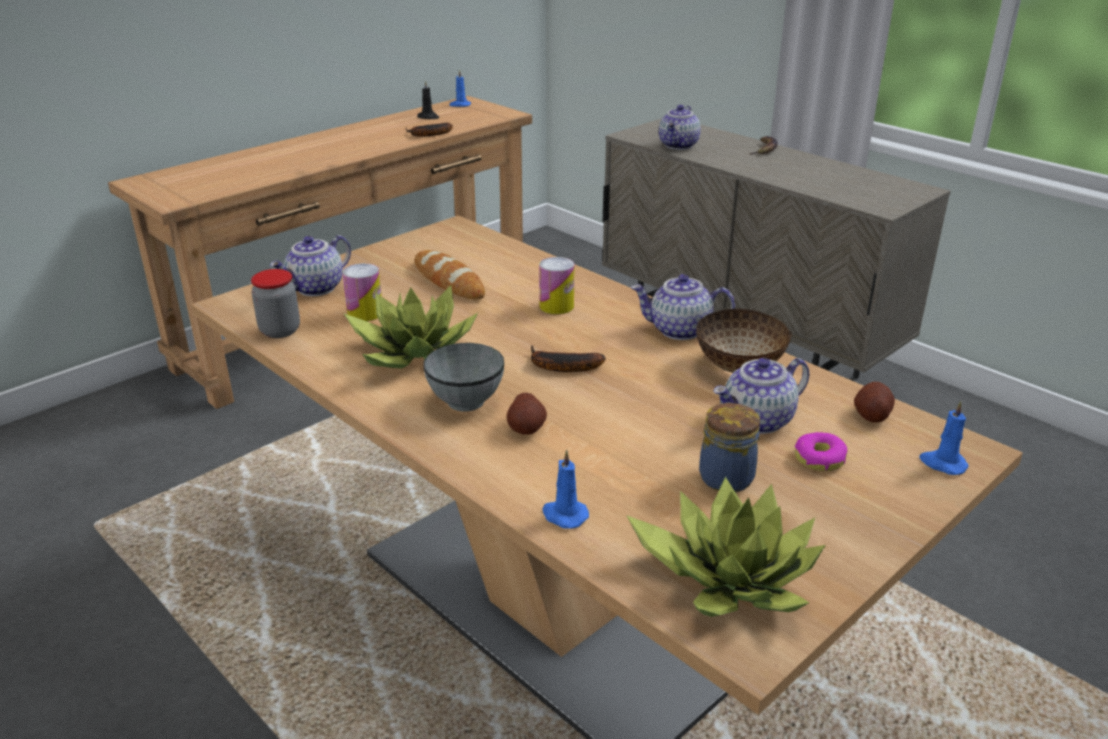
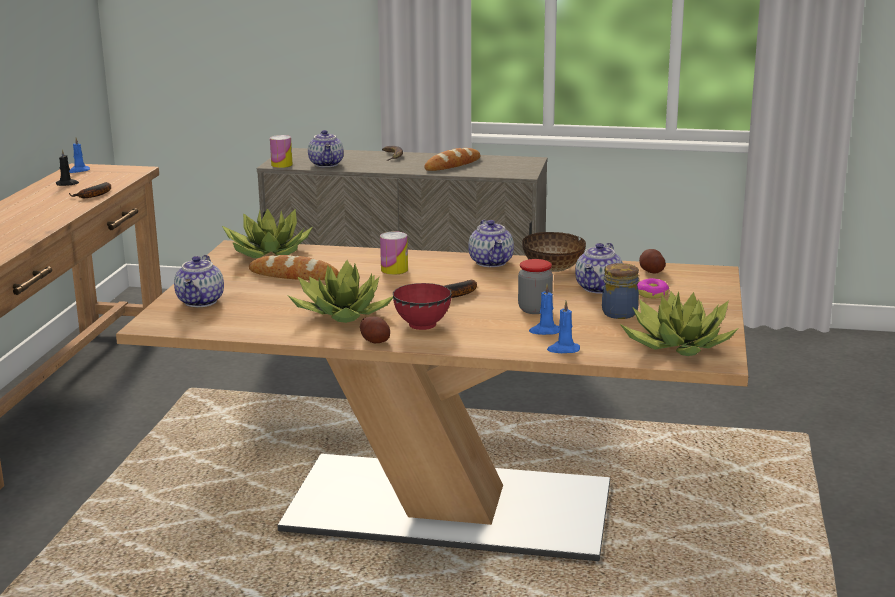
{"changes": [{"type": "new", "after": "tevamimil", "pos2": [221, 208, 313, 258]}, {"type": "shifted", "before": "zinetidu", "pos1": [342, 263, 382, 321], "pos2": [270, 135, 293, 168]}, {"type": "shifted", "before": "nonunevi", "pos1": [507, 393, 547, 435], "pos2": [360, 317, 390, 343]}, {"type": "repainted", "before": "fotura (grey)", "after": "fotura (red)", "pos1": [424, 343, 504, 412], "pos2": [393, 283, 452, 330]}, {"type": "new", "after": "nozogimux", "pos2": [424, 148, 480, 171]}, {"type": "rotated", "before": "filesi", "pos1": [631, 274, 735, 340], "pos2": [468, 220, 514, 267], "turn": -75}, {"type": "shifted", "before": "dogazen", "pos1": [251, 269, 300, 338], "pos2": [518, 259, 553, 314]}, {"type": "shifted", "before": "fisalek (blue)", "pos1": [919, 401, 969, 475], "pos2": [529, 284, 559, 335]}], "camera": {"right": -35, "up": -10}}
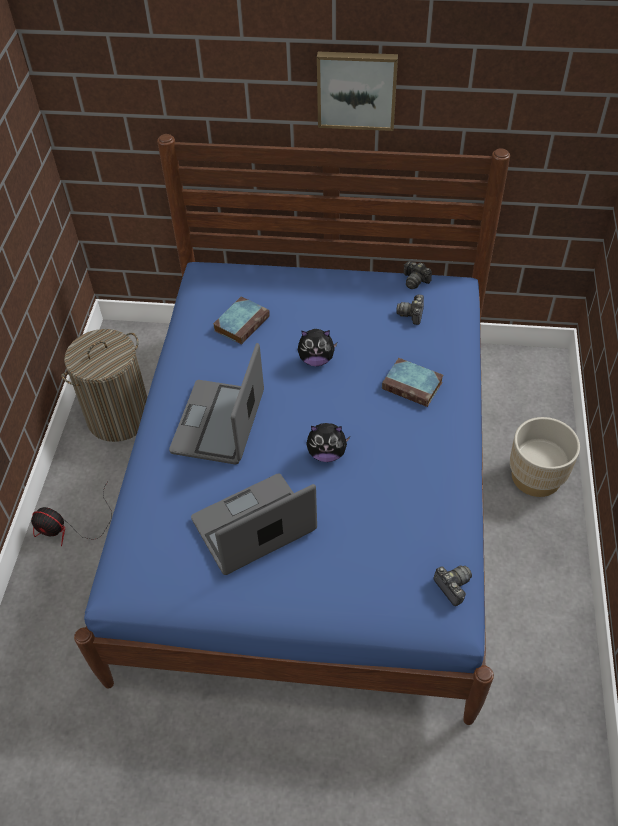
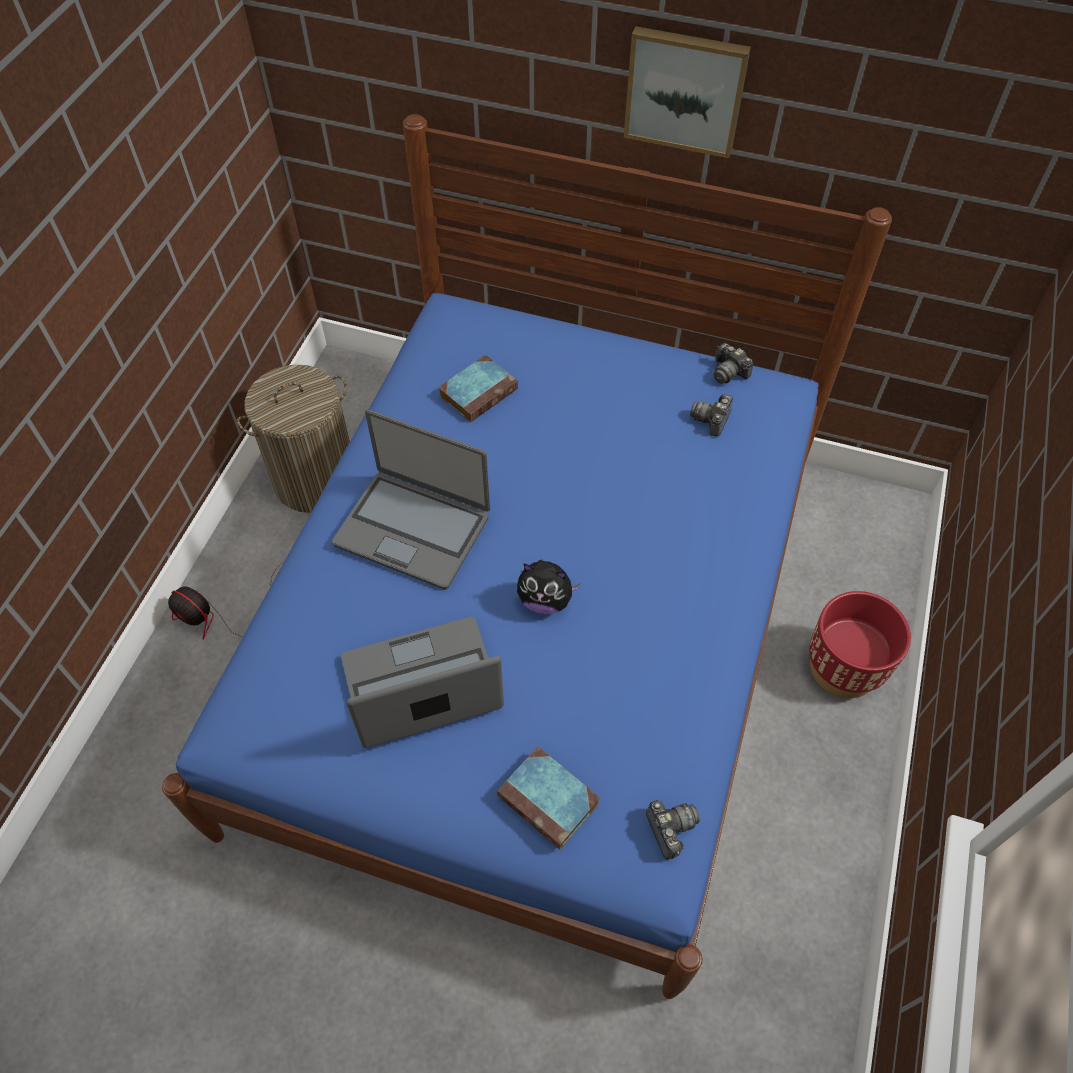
{"changes": [{"type": "rotated", "before": "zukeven", "pos1": [169, 343, 264, 465], "pos2": [332, 410, 490, 590], "turn": -90}, {"type": "shifted", "before": "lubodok", "pos1": [382, 358, 444, 407], "pos2": [497, 747, 600, 849]}, {"type": "repainted", "before": "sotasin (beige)", "after": "sotasin (red)", "pos1": [510, 417, 580, 497], "pos2": [809, 591, 911, 698]}, {"type": "gone", "before": "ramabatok", "pos1": [298, 329, 337, 366]}], "camera": {"right": 10, "up": 5}}
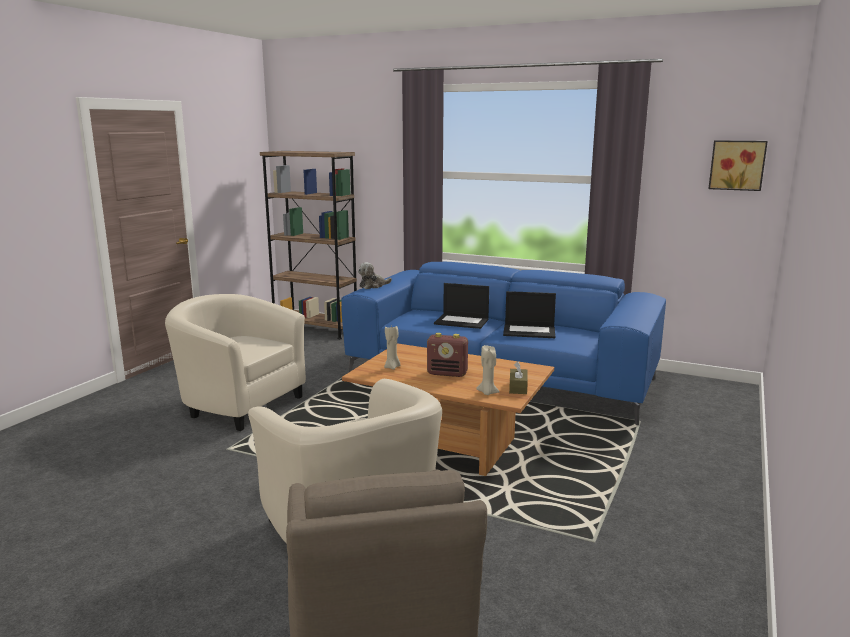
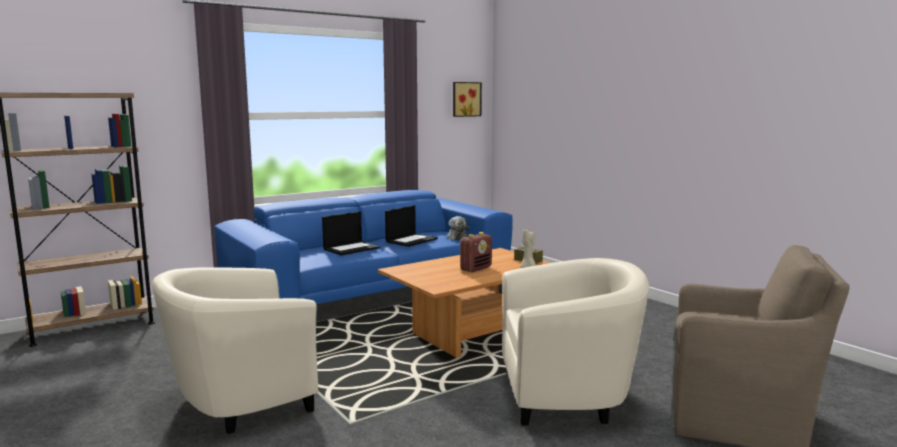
{"changes": [{"type": "shifted", "before": "ramabatok", "pos1": [358, 262, 392, 289], "pos2": [447, 216, 469, 240]}, {"type": "gone", "before": "fisalek (beige)", "pos1": [384, 325, 400, 370]}], "camera": {"right": -60, "up": -5}}
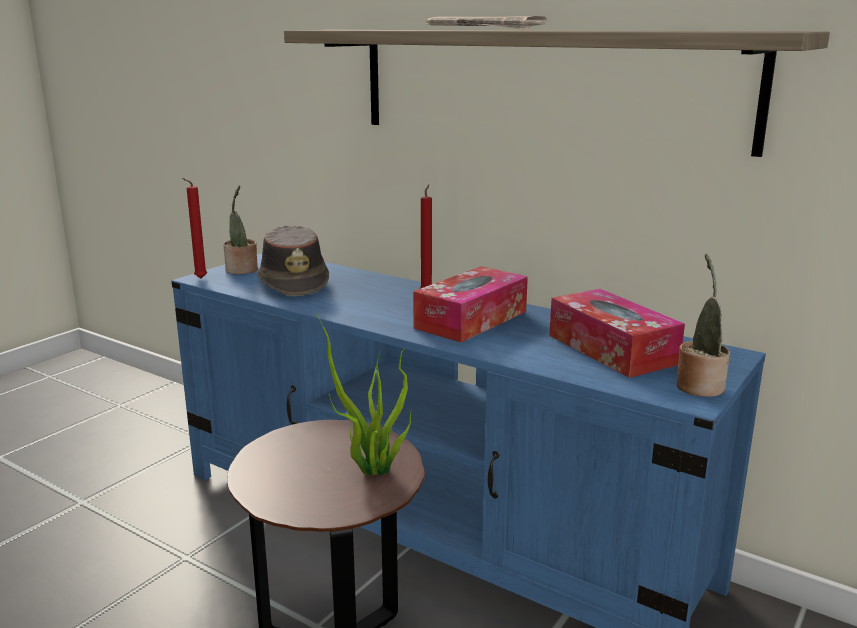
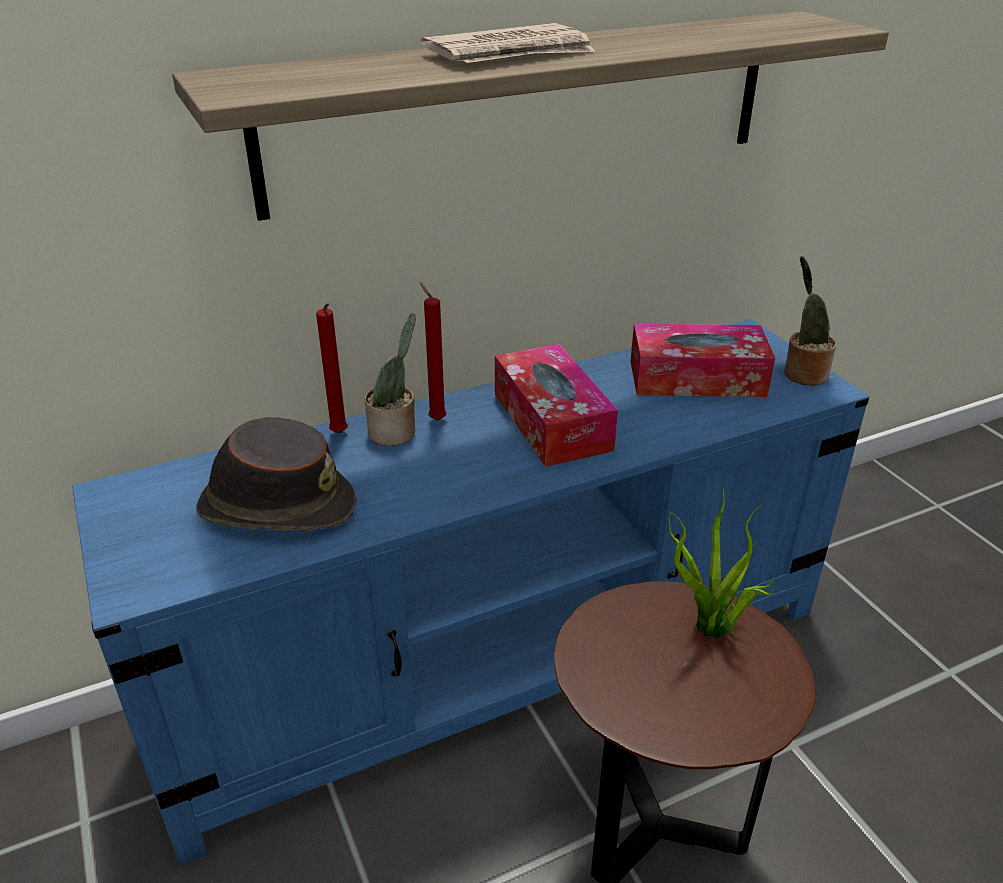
{"changes": [{"type": "shifted", "before": "fisalek (red)", "pos1": [182, 178, 207, 279], "pos2": [316, 303, 348, 433]}, {"type": "shifted", "before": "tevamimil", "pos1": [223, 185, 258, 274], "pos2": [365, 314, 416, 446]}], "camera": {"right": -60, "up": 15}}
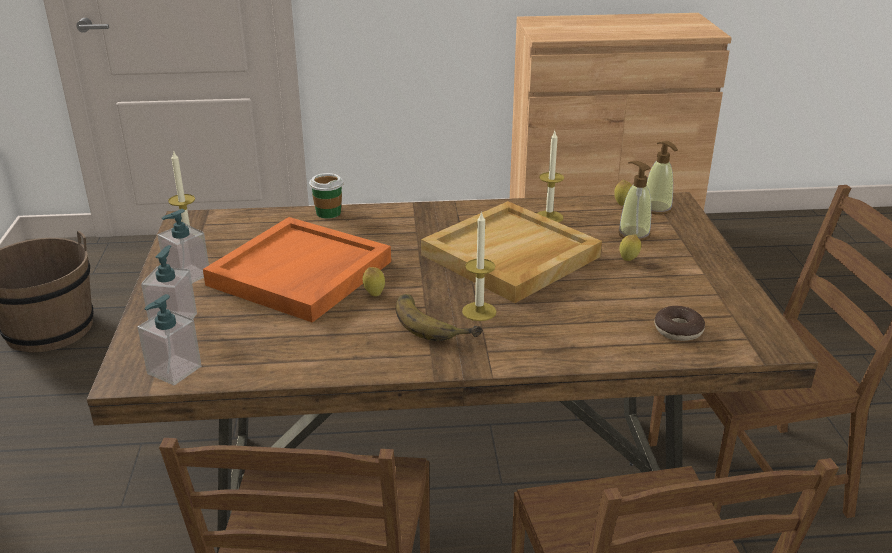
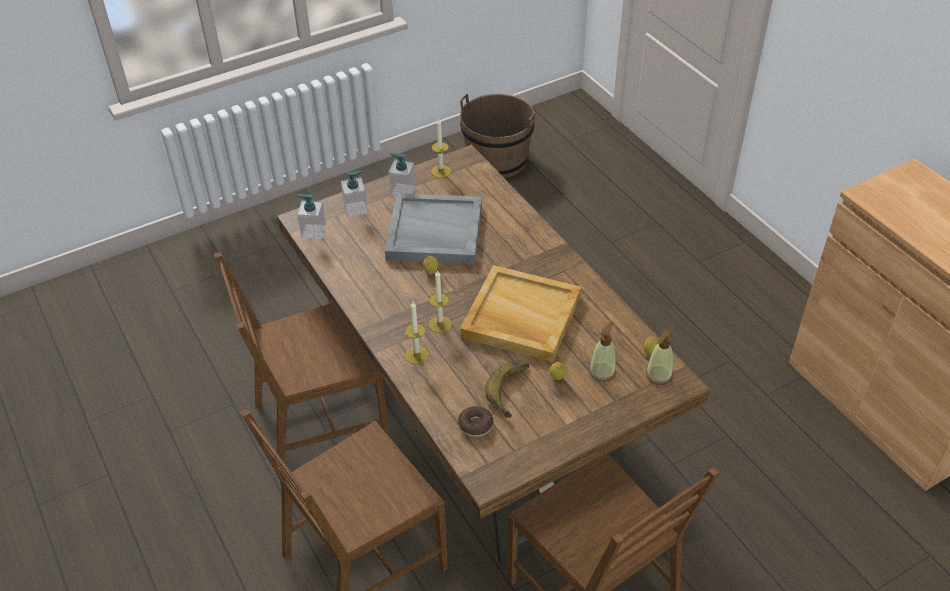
{"changes": [{"type": "repainted", "before": "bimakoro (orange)", "after": "bimakoro (grey)", "pos1": [203, 217, 391, 323], "pos2": [385, 193, 482, 264]}, {"type": "shifted", "before": "fisalek", "pos1": [537, 131, 564, 223], "pos2": [405, 302, 429, 364]}, {"type": "shifted", "before": "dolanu", "pos1": [396, 294, 483, 341], "pos2": [485, 361, 529, 418]}, {"type": "gone", "before": "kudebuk", "pos1": [309, 173, 344, 219]}], "camera": {"right": 65, "up": 15}}
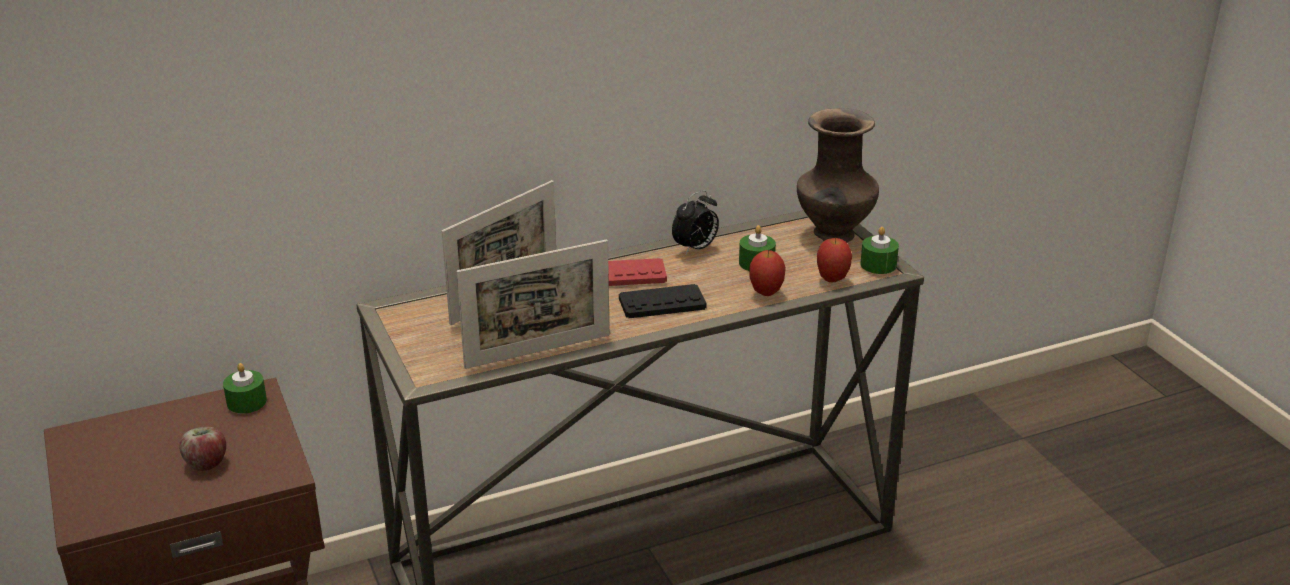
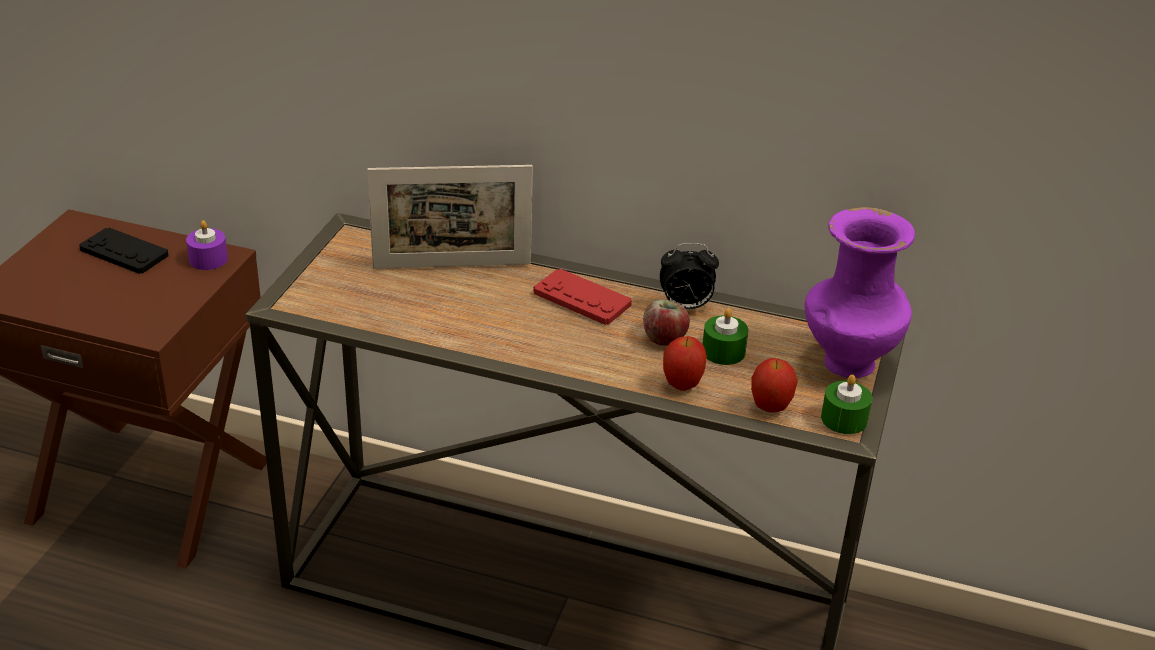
{"changes": [{"type": "shifted", "before": "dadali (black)", "pos1": [619, 284, 707, 318], "pos2": [79, 228, 168, 274]}, {"type": "repainted", "before": "fisalek (green)", "after": "fisalek (purple)", "pos1": [223, 363, 267, 414], "pos2": [186, 220, 228, 270]}, {"type": "shifted", "before": "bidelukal", "pos1": [179, 427, 226, 471], "pos2": [643, 299, 690, 346]}, {"type": "repainted", "before": "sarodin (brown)", "after": "sarodin (purple)", "pos1": [797, 108, 879, 243], "pos2": [805, 207, 915, 378]}, {"type": "gone", "before": "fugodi", "pos1": [456, 239, 609, 369]}], "camera": {"right": 40, "up": 5}}
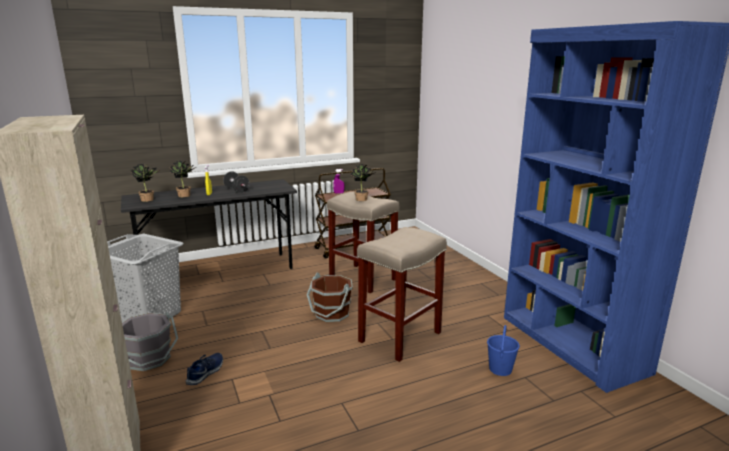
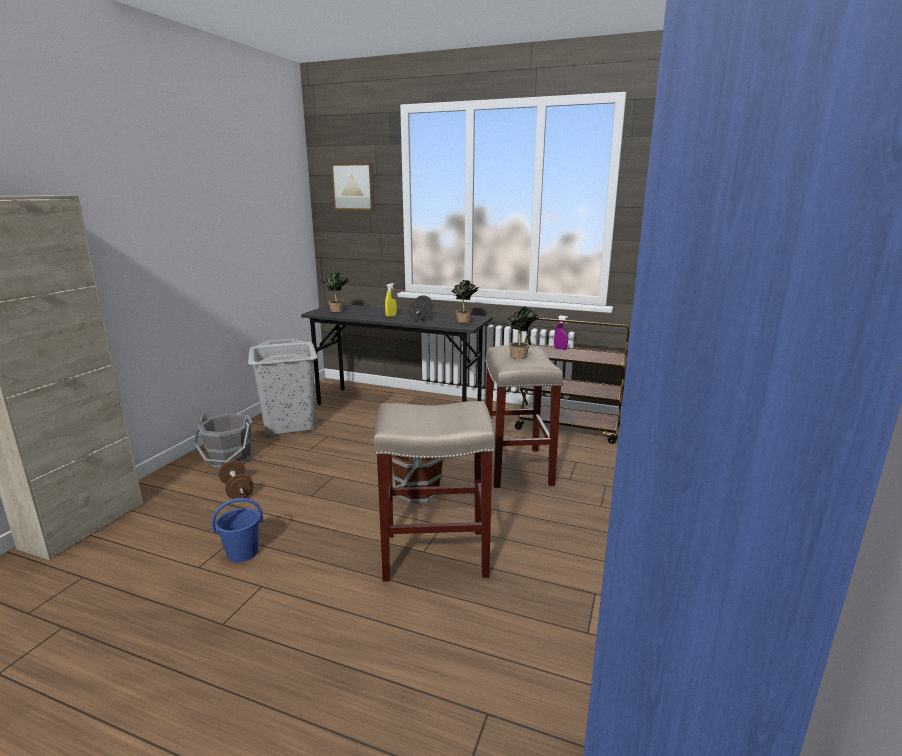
{"changes": [{"type": "shifted", "before": "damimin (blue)", "pos1": [487, 325, 520, 376], "pos2": [212, 498, 263, 562]}, {"type": "swapped", "before": "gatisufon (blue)", "after": "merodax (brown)", "pos1": [186, 353, 223, 385], "pos2": [218, 460, 254, 499]}, {"type": "new", "after": "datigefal", "pos2": [331, 163, 375, 210]}, {"type": "shifted", "before": "tevamimil", "pos1": [170, 161, 196, 197], "pos2": [451, 280, 479, 323]}], "camera": {"right": 45, "up": 0}}
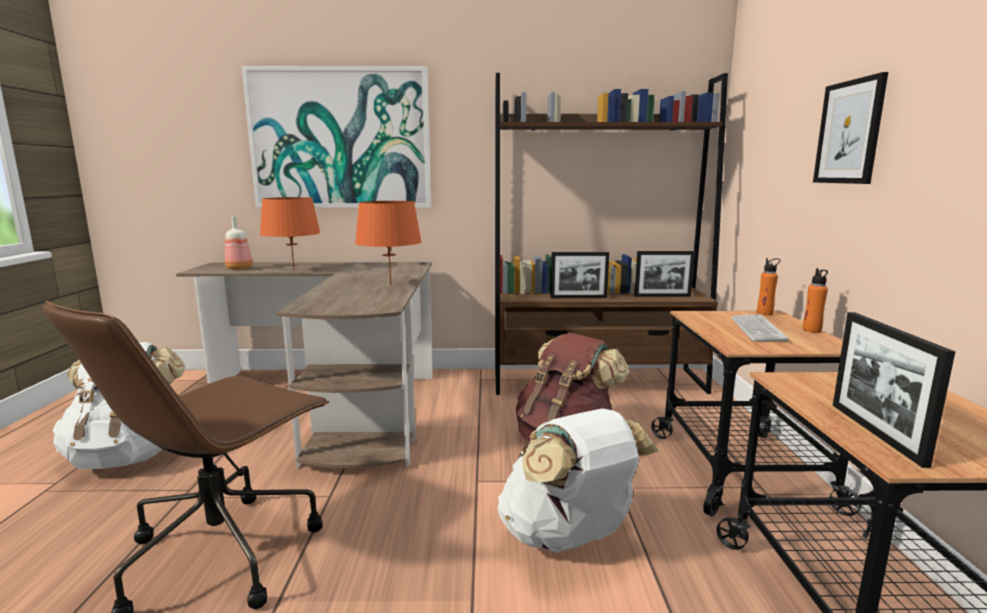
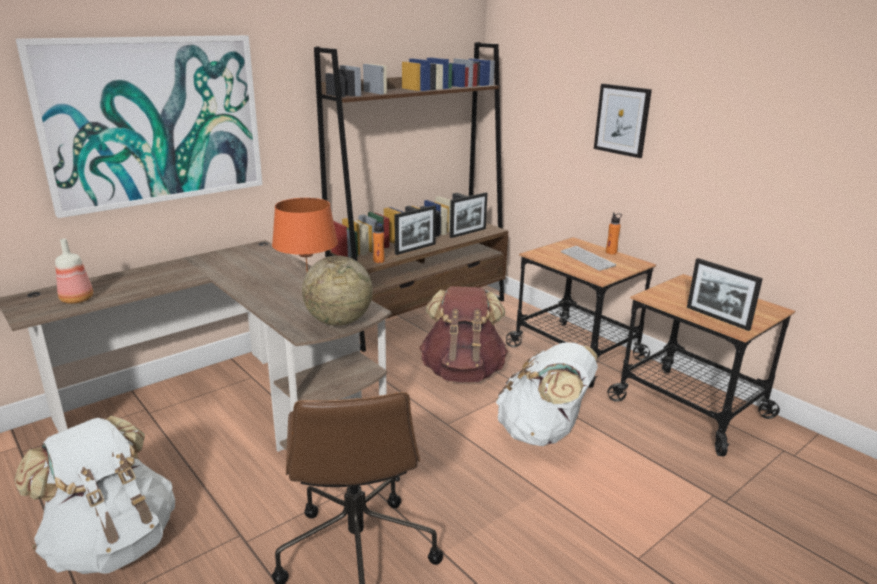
{"changes": [{"type": "new", "after": "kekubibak", "pos2": [302, 256, 373, 326]}, {"type": "shifted", "before": "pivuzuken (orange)", "pos1": [757, 258, 781, 315], "pos2": [373, 222, 385, 263]}, {"type": "gone", "before": "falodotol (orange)", "pos1": [260, 197, 321, 271]}], "camera": {"right": -40, "up": 10}}
